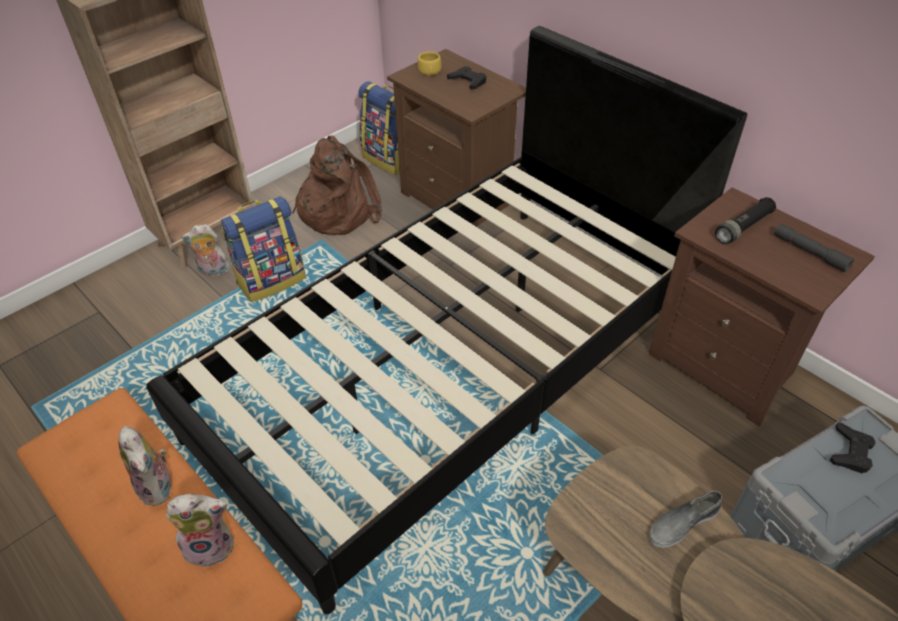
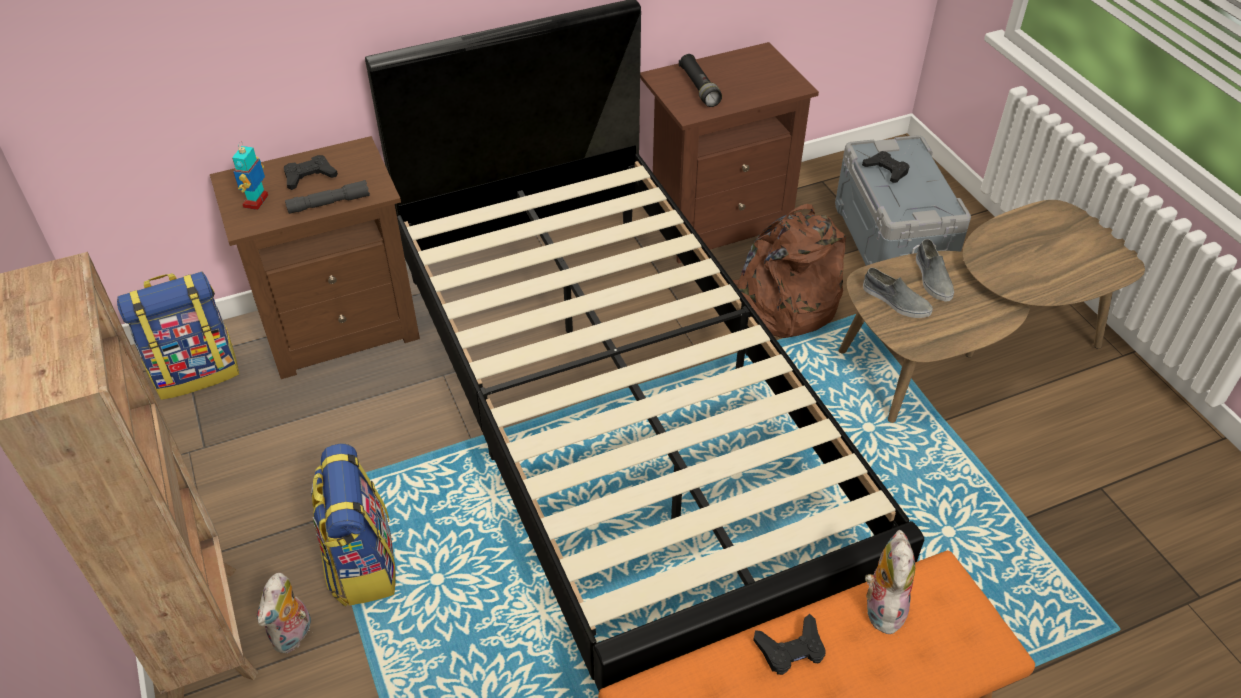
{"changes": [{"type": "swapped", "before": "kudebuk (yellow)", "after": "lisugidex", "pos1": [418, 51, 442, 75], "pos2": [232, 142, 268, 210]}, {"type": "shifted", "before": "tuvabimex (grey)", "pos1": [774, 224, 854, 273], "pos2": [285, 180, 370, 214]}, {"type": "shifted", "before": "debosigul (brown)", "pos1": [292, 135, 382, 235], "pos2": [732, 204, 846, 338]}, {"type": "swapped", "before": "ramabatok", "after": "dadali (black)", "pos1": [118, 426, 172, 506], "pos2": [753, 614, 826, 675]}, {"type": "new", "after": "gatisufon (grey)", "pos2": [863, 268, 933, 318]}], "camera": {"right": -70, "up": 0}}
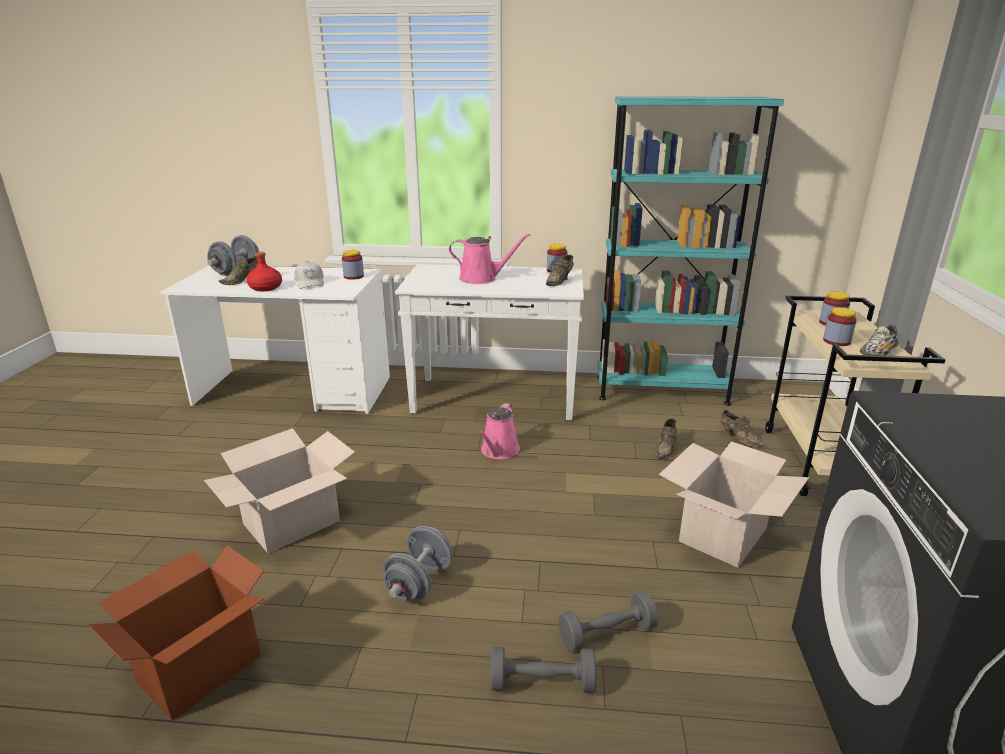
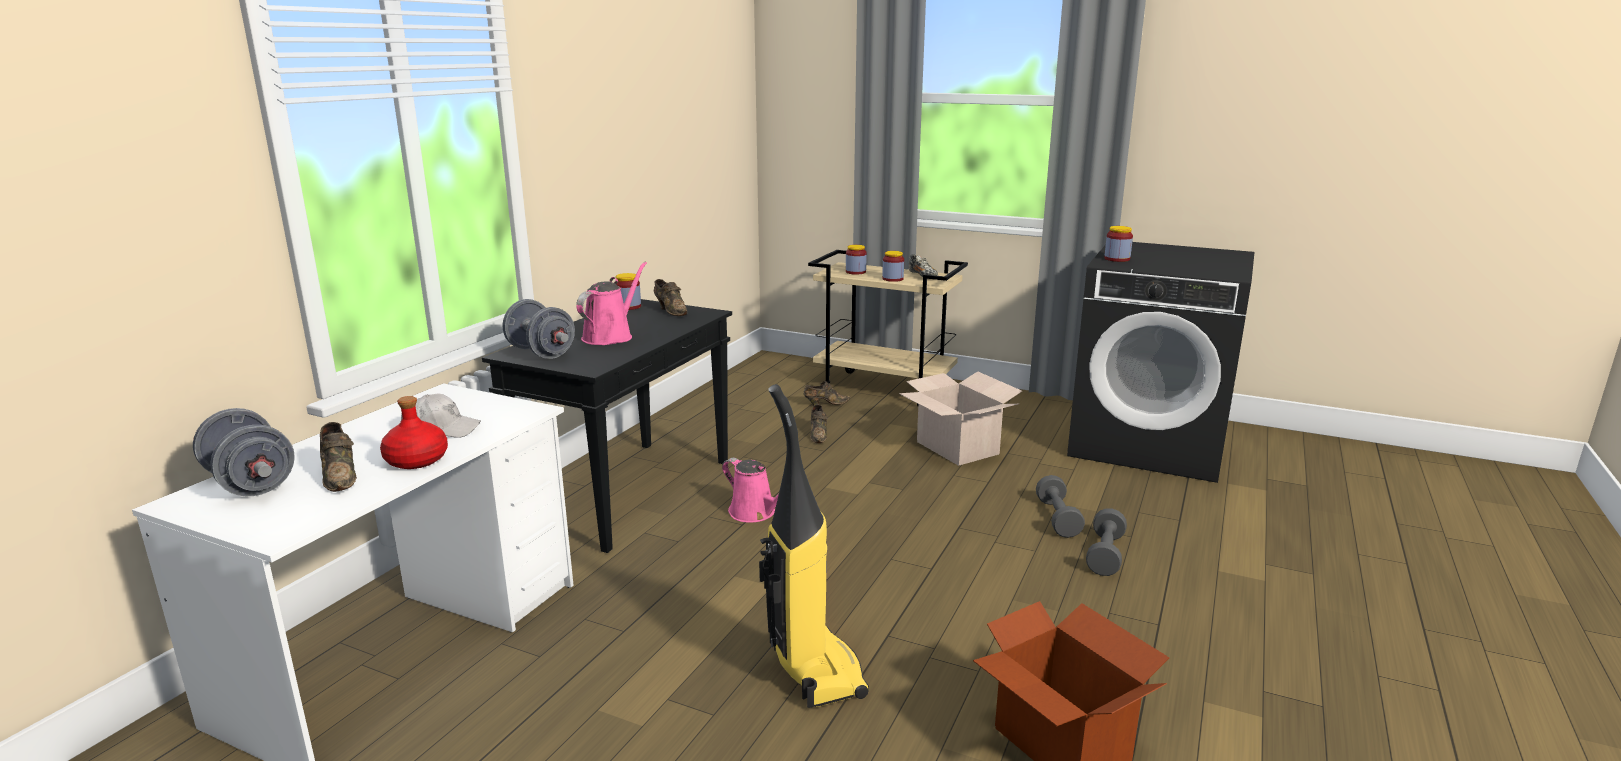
{"changes": [{"type": "repainted", "before": "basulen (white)", "after": "basulen (black)", "pos1": [395, 264, 584, 421], "pos2": [482, 299, 732, 553]}, {"type": "shifted", "before": "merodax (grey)", "pos1": [382, 526, 453, 601], "pos2": [503, 299, 575, 359]}, {"type": "swapped", "before": "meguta", "after": "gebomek", "pos1": [204, 428, 355, 554], "pos2": [759, 384, 869, 708]}, {"type": "rotated", "before": "gatisufon (brown)", "pos1": [656, 418, 677, 459], "pos2": [810, 404, 828, 443], "turn": 45}, {"type": "shifted", "before": "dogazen", "pos1": [342, 250, 364, 280], "pos2": [1104, 226, 1133, 262]}, {"type": "gone", "before": "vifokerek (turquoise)", "pos1": [597, 96, 784, 406]}], "camera": {"right": -70, "up": -5}}
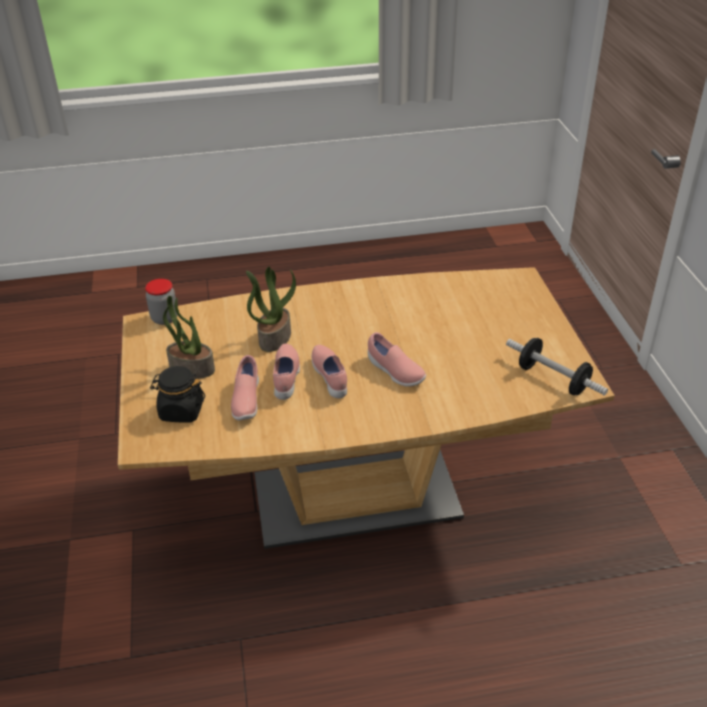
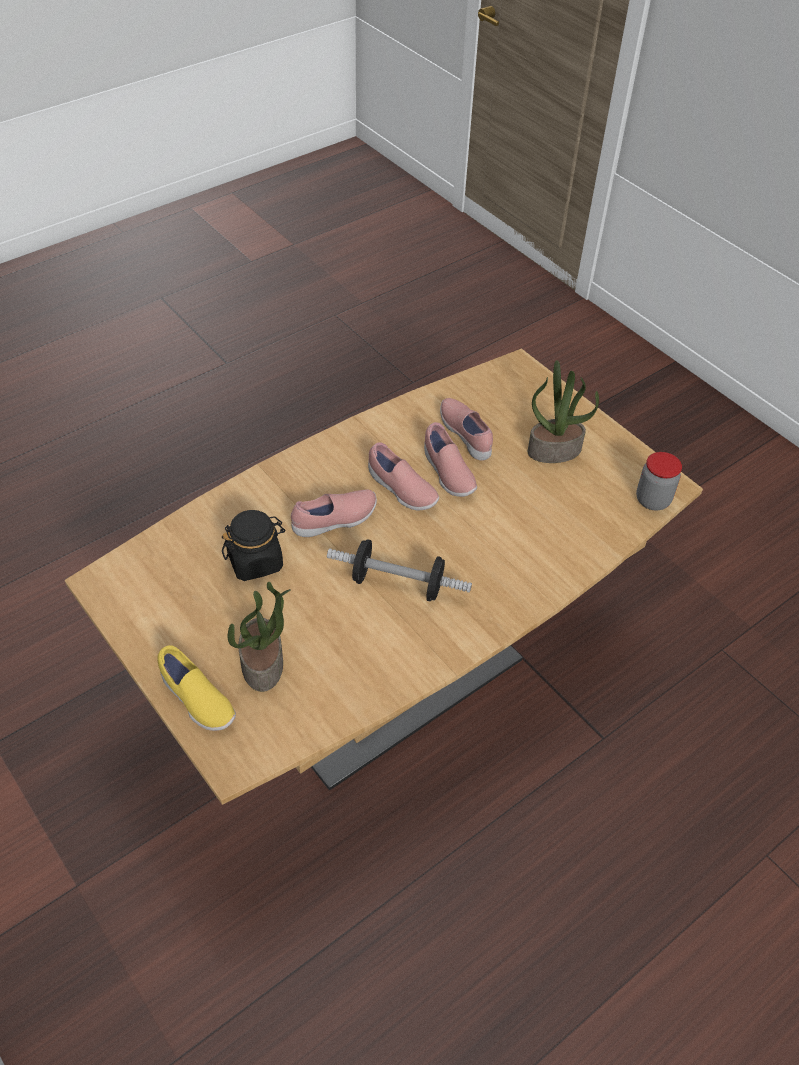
{"changes": [{"type": "new", "after": "gatisufon (yellow)", "pos2": [157, 645, 236, 731]}, {"type": "shifted", "before": "dogazen (black)", "pos1": [150, 366, 205, 423], "pos2": [222, 510, 285, 581]}, {"type": "shifted", "before": "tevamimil", "pos1": [246, 266, 296, 352], "pos2": [228, 582, 291, 692]}, {"type": "rotated", "before": "gatisufon (pink)", "pos1": [368, 332, 426, 387], "pos2": [291, 489, 377, 537], "turn": 135}, {"type": "shifted", "before": "merodax", "pos1": [506, 338, 608, 396], "pos2": [327, 539, 472, 601]}], "camera": {"right": 150, "up": 10}}
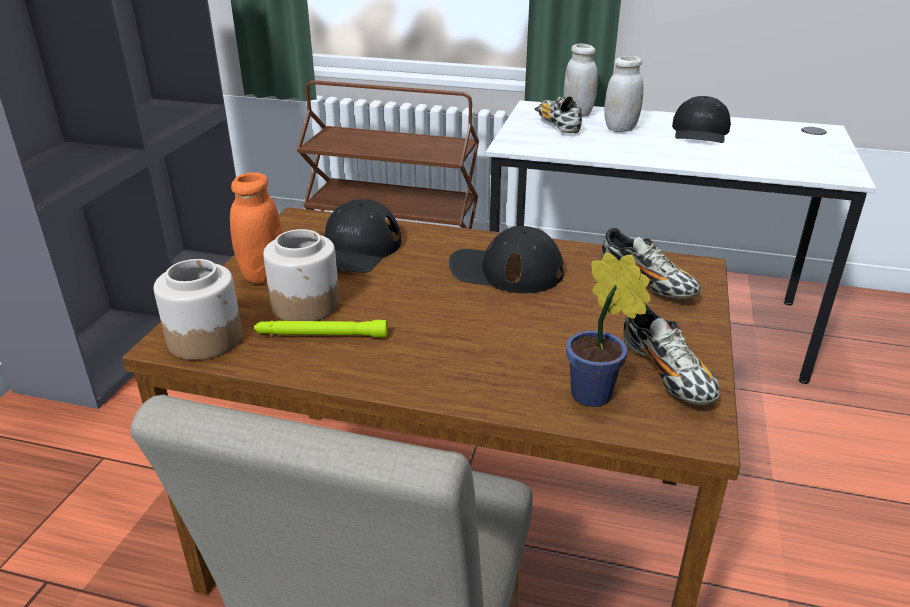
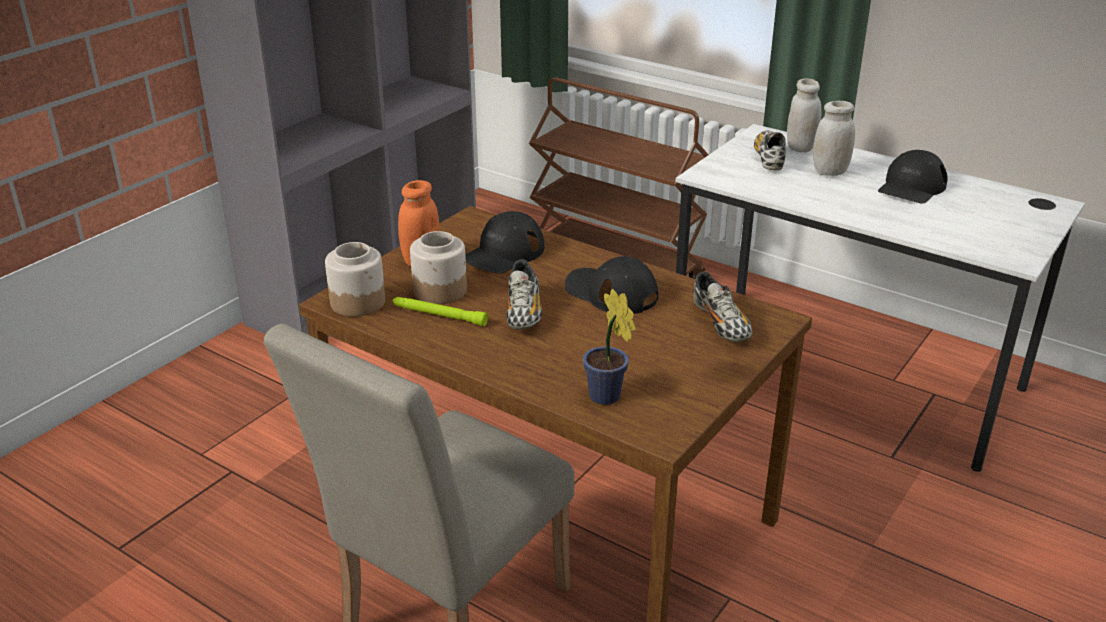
{"changes": [{"type": "shifted", "before": "gatisufon", "pos1": [623, 303, 720, 405], "pos2": [506, 259, 542, 330]}], "camera": {"right": 20, "up": 0}}
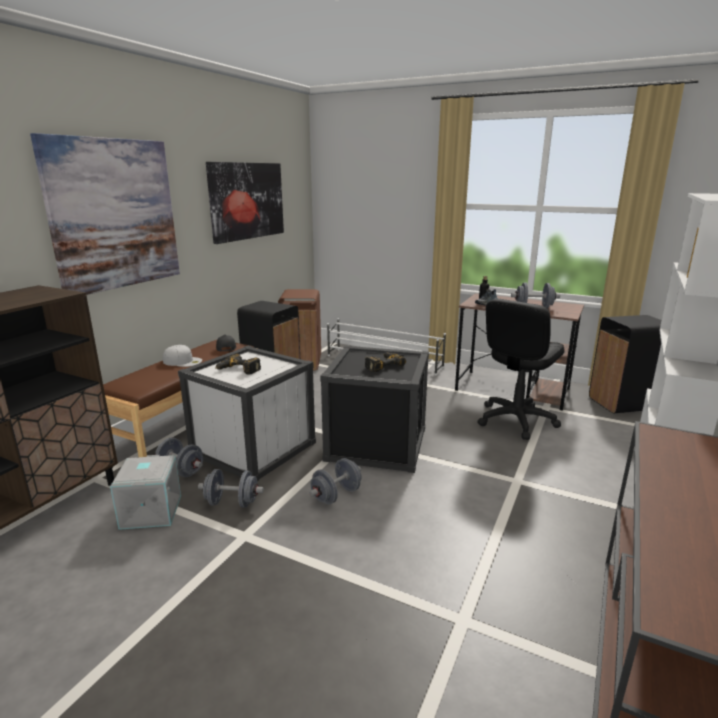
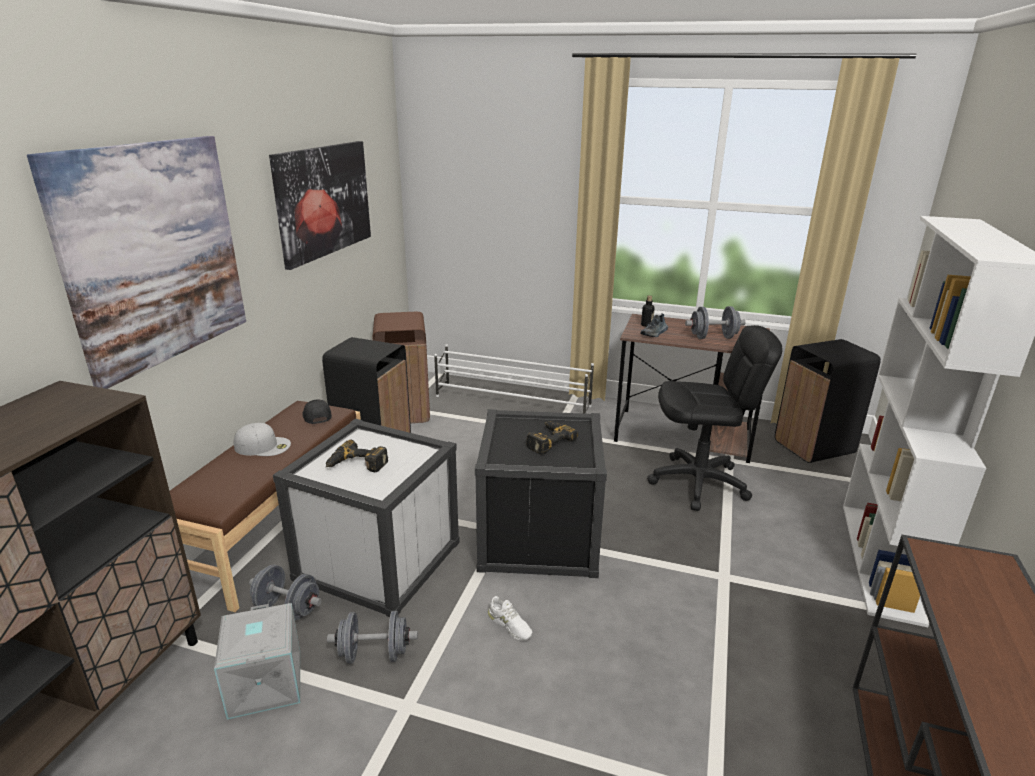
{"changes": [{"type": "swapped", "before": "merodax (grey)", "after": "gatisufon (white)", "pos1": [309, 458, 361, 504], "pos2": [488, 596, 532, 641]}, {"type": "rotated", "before": "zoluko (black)", "pos1": [477, 299, 565, 440], "pos2": [647, 325, 783, 511], "turn": -120}], "camera": {"right": -10, "up": 5}}
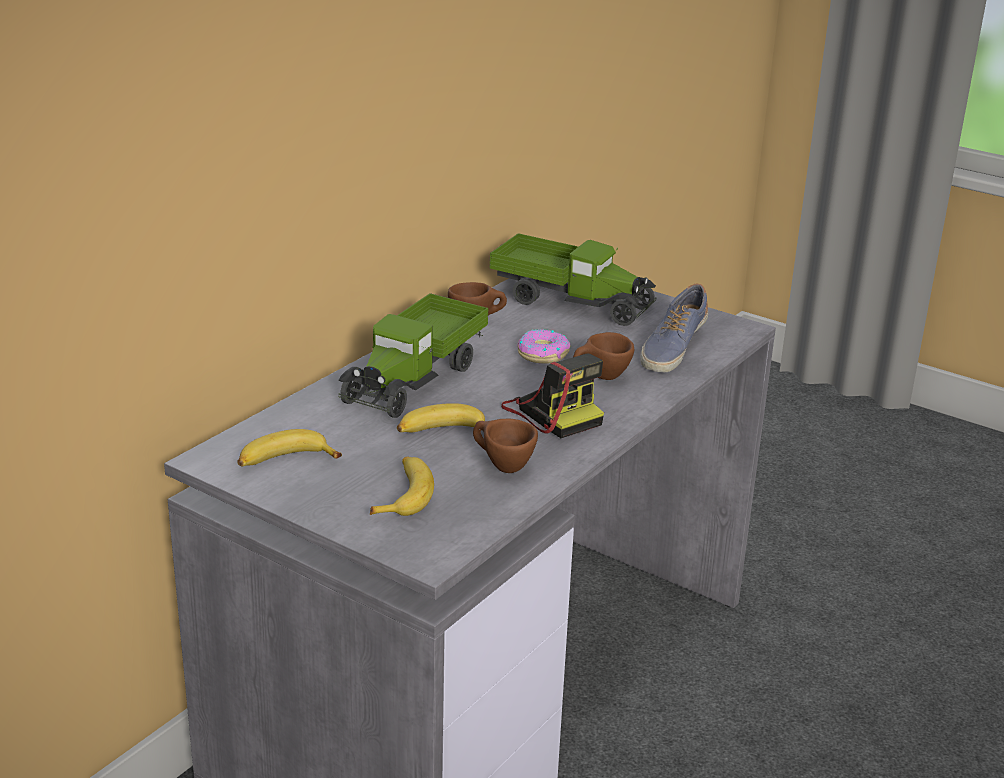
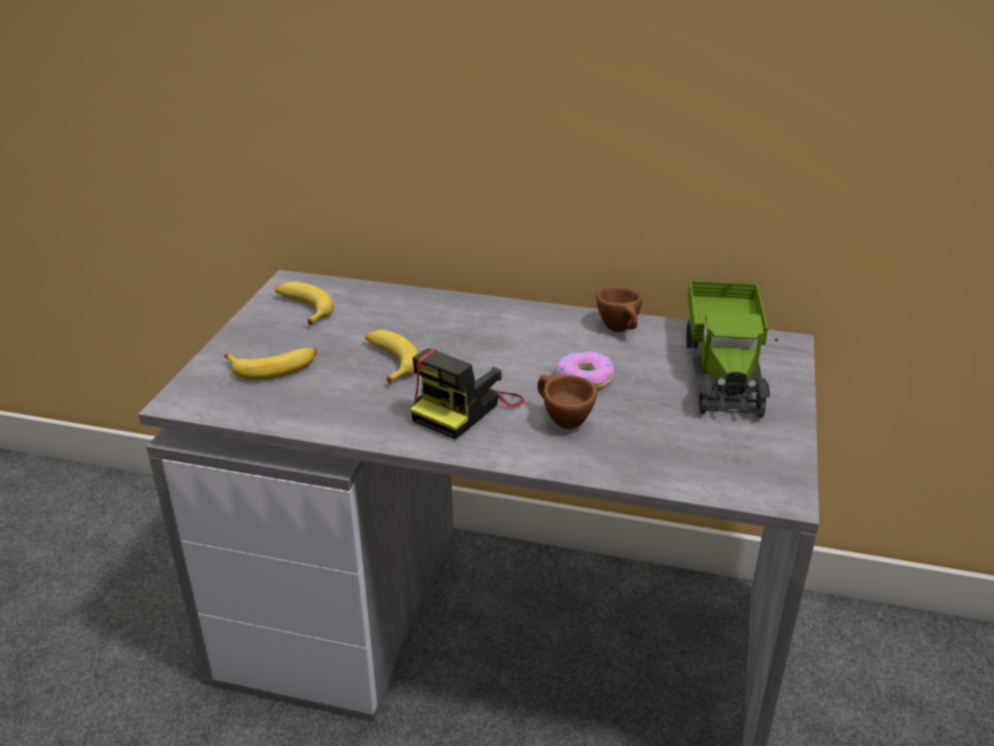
{"changes": [{"type": "gone", "before": "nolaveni", "pos1": [338, 293, 488, 418]}, {"type": "gone", "before": "kudebuk (brown)", "pos1": [473, 419, 538, 473]}, {"type": "gone", "before": "gatisufon", "pos1": [640, 283, 708, 373]}], "camera": {"right": 70, "up": 5}}
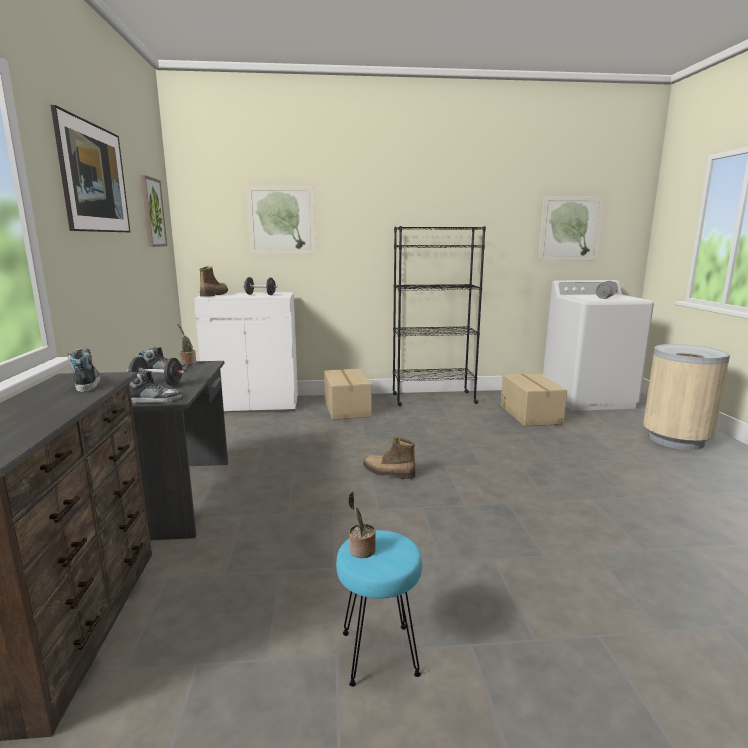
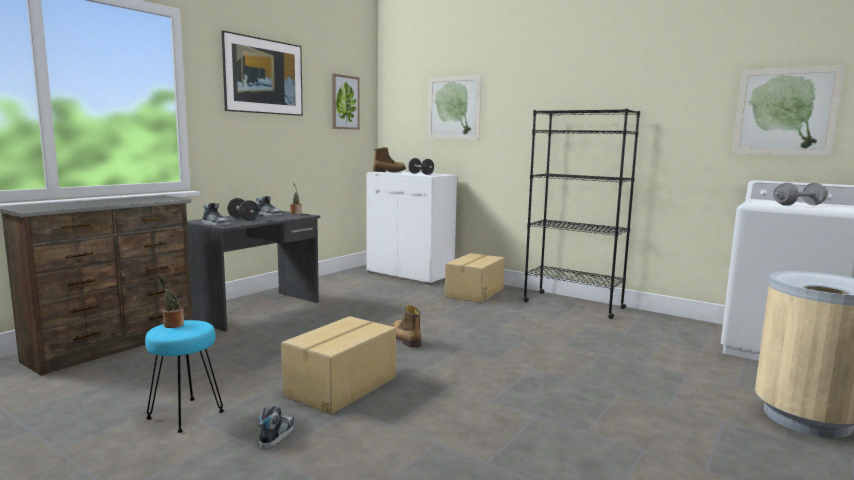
{"changes": [{"type": "shifted", "before": "gatisufon", "pos1": [68, 348, 100, 392], "pos2": [259, 405, 295, 449]}, {"type": "shifted", "before": "meguta", "pos1": [501, 373, 567, 426], "pos2": [281, 316, 396, 414]}], "camera": {"right": 40, "up": -5}}
